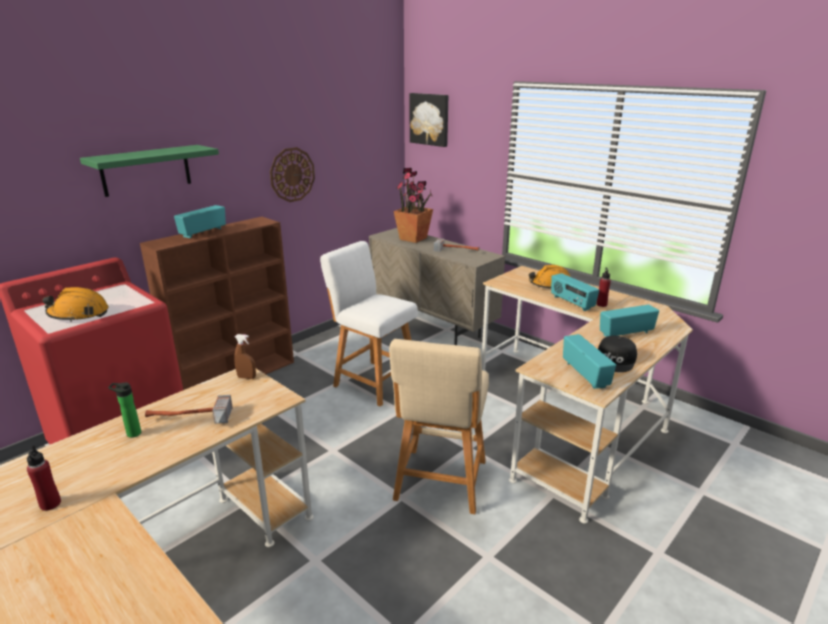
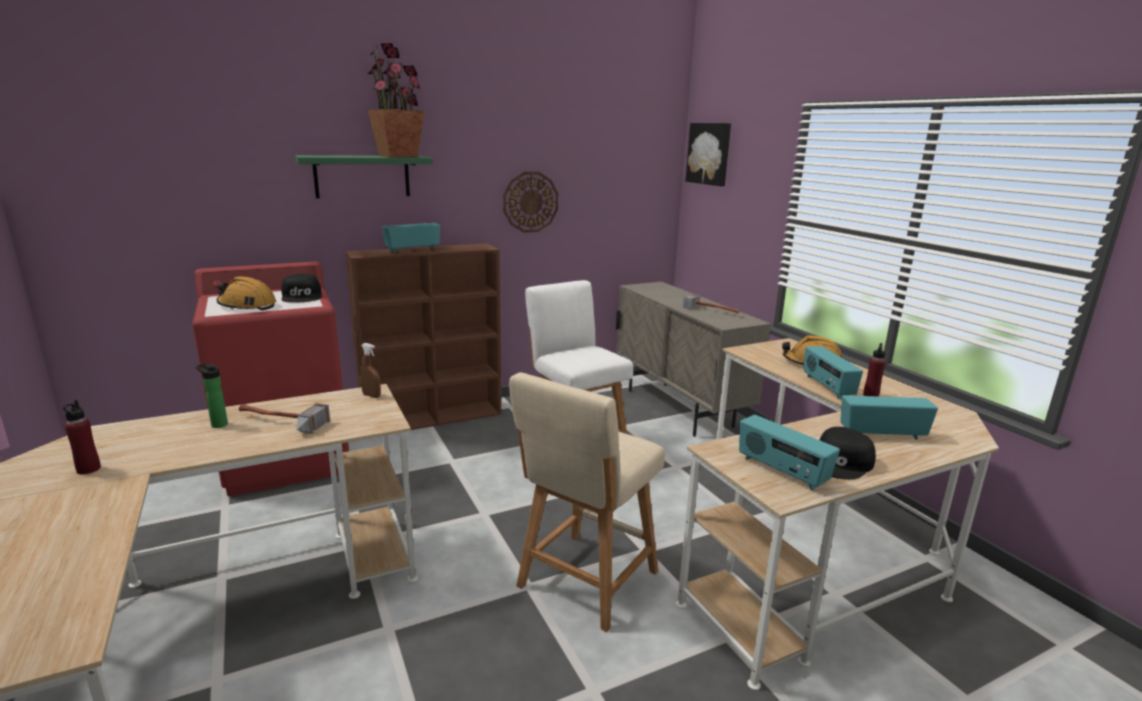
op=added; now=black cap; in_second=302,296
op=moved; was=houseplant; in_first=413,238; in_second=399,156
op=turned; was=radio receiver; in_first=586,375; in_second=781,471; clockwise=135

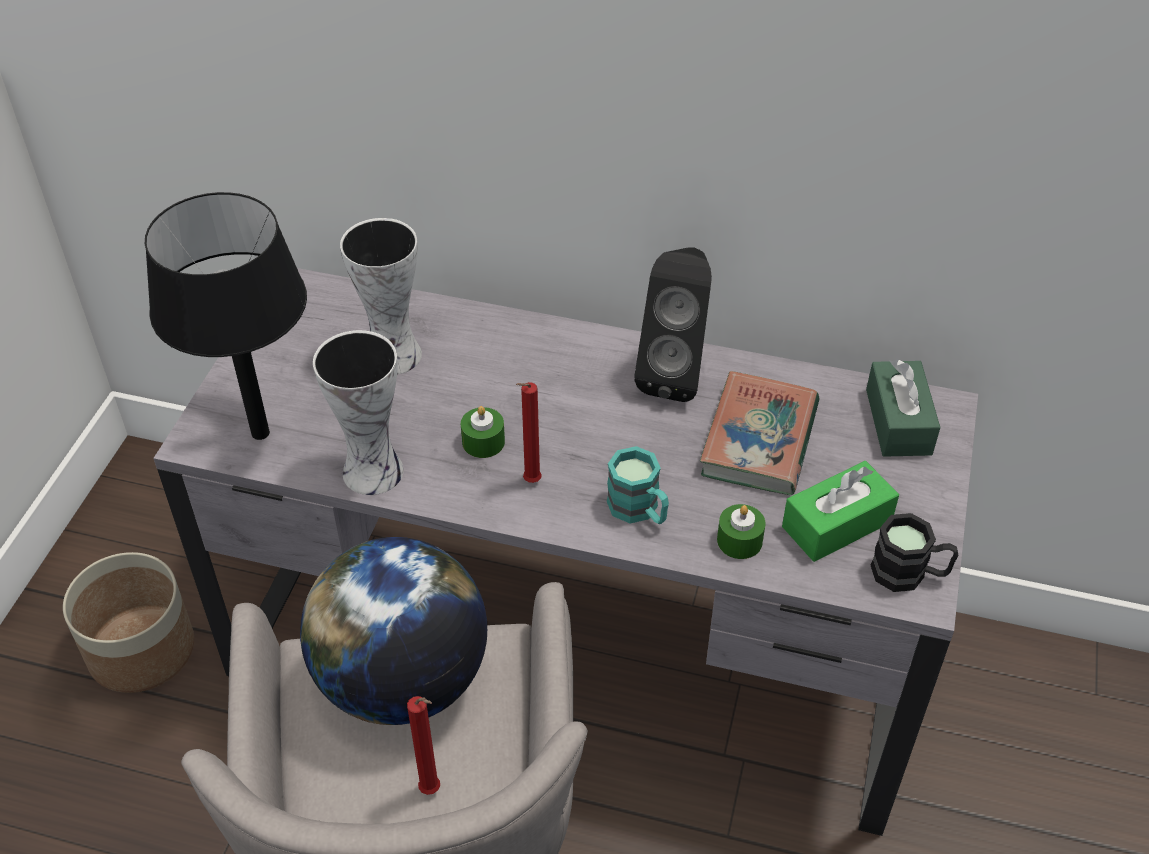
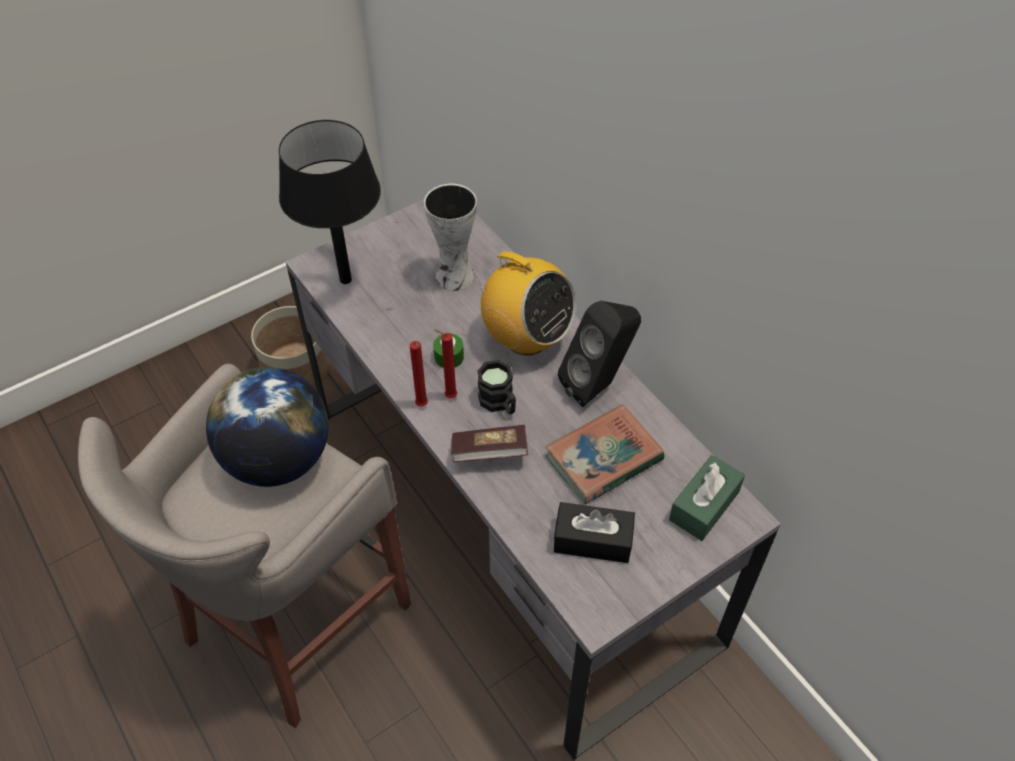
op=removed; was=flower vase; in_first=372,469
op=removed; was=green-coloured wax candle; in_first=739,540
op=added; now=radio receiver; in_second=526,338
op=moved; was=red-coloured wax candle; in_first=432,791; in_second=422,406
op=moved; was=black coffee mug; in_first=909,573; in_second=499,403
op=replaced; was=turquoise-coloured coffee mug; now=book; in_first=639,510; in_second=489,453
op=recoloured; was=green-coloured tissue holder; now=black tissue holder; in_first=836,524; in_second=593,540

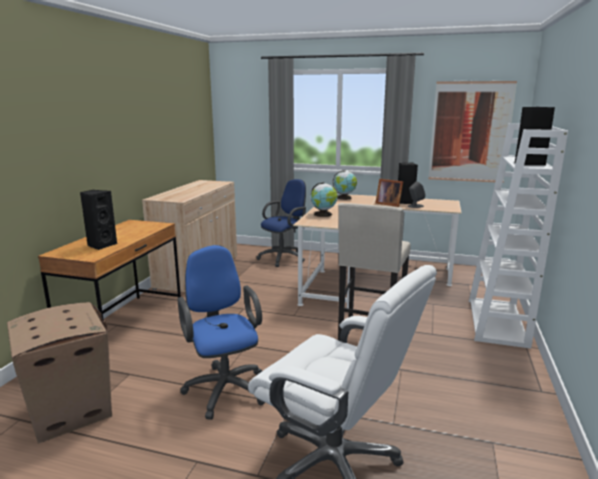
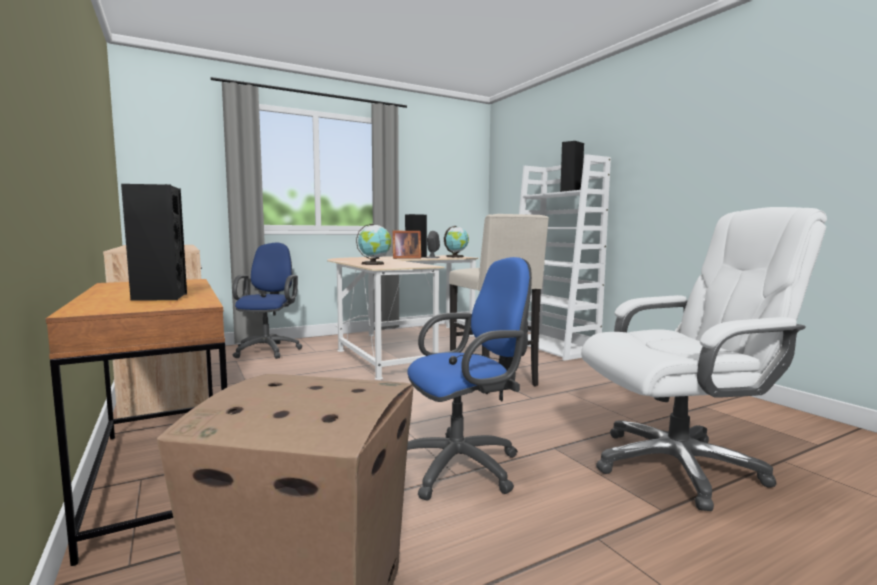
op=removed; was=wall art; in_first=470,132
op=moved; was=world globe; in_first=344,198; in_second=455,256
op=turned; was=blue-coloured desk chair; in_first=224,387; in_second=465,466; clockwise=135

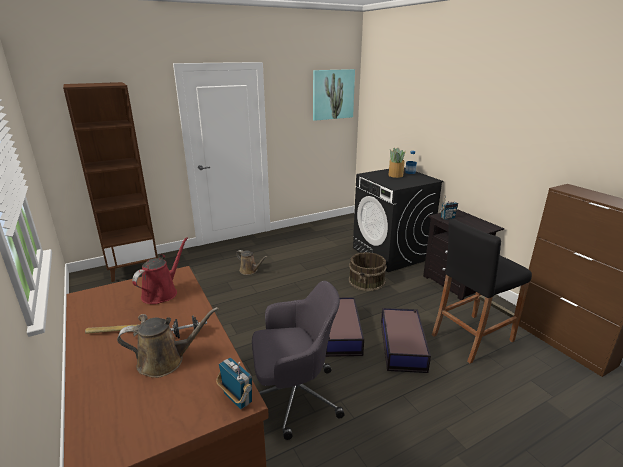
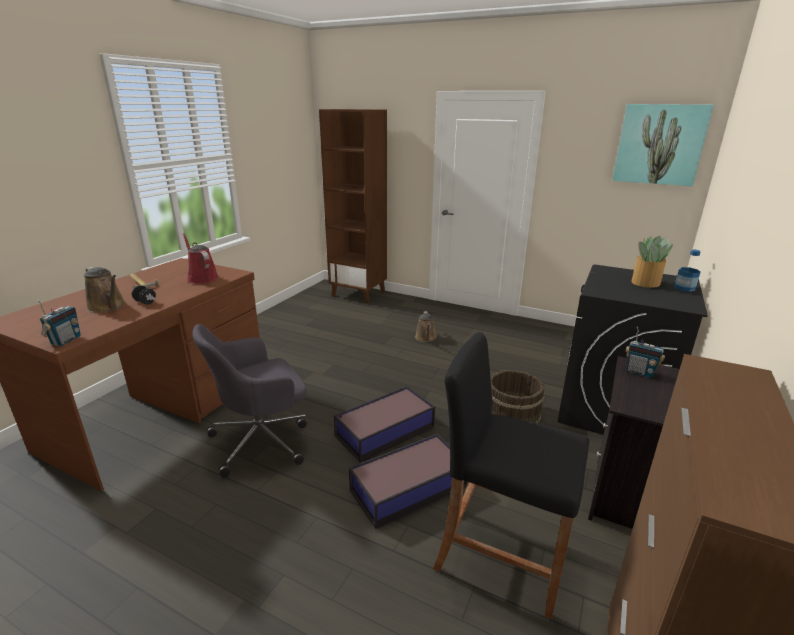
op=turned; was=red-coloured watering can; in_first=162,292; in_second=201,278; clockwise=-120
op=turned; was=greyish desk chair; in_first=294,396; in_second=262,440; clockwise=105

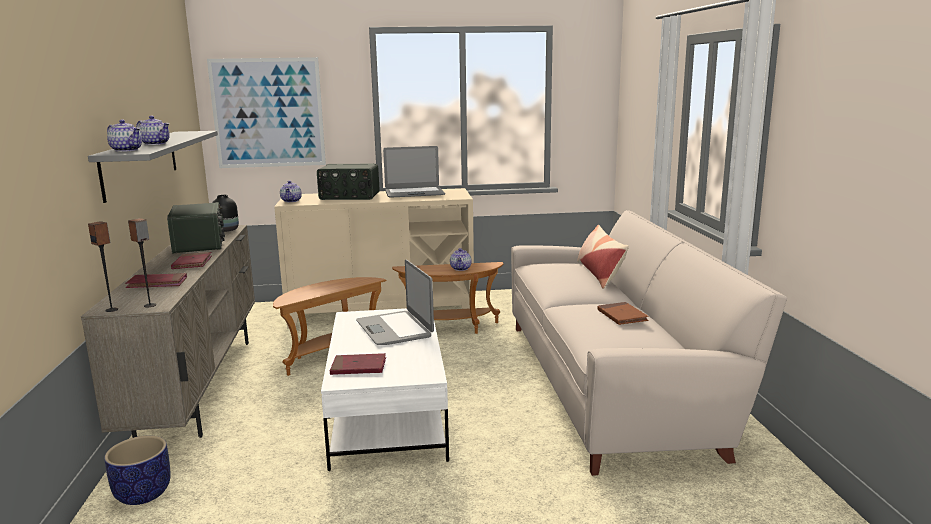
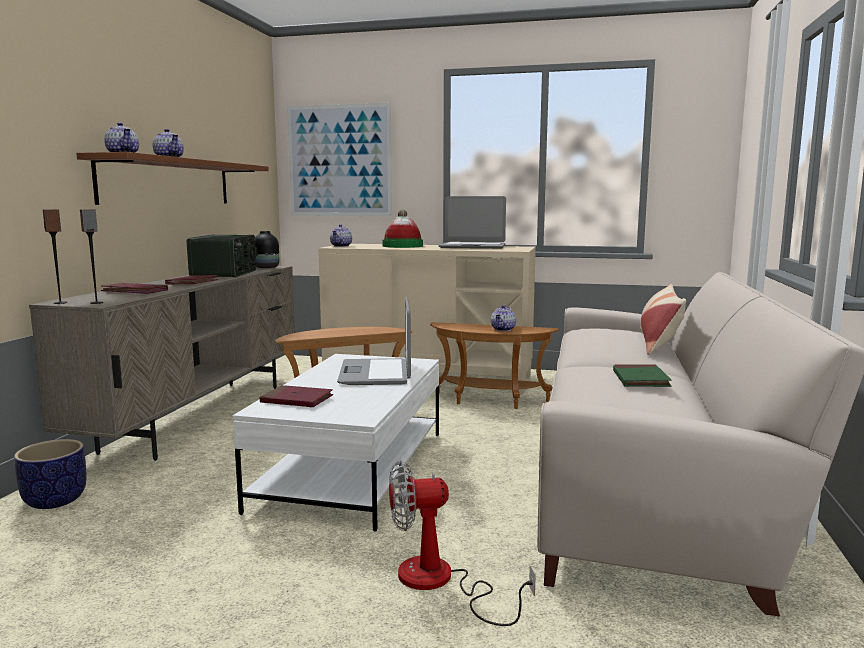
op=added; now=cooling fan; in_second=440,582
op=replaced; was=radio receiver; now=hat; in_first=349,196; in_second=402,246
op=recoloured; was=greyish wall shelf; now=brownish wall shelf; in_first=141,163; in_second=168,182
op=recoloured; was=brownish book; now=green-coloured book; in_first=622,316; in_second=640,380

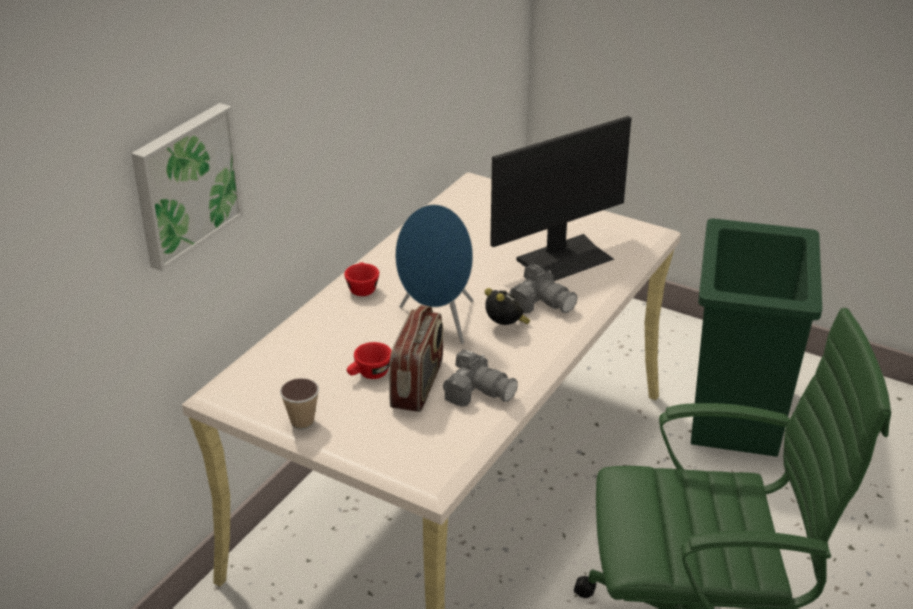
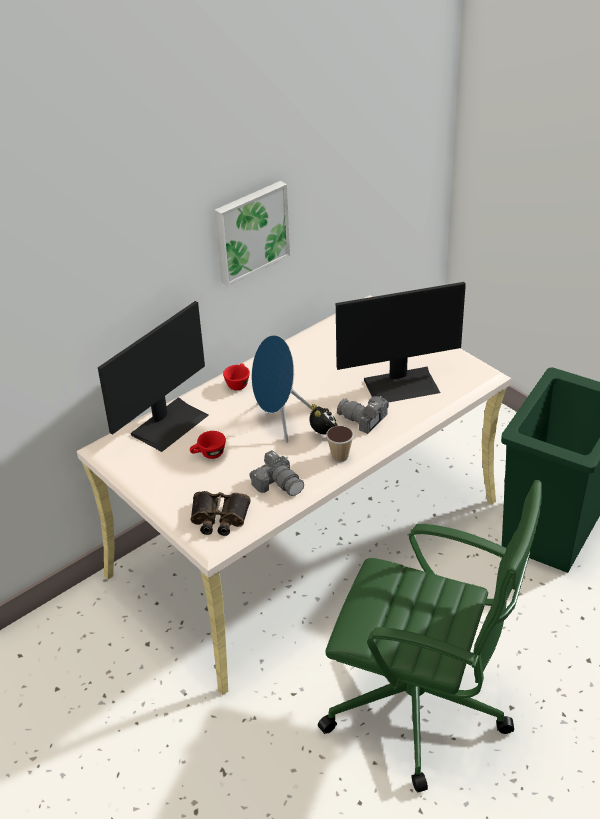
op=removed; was=radio receiver; in_first=418,385
op=added; now=computer display; in_second=169,423
op=added; now=binoculars; in_second=219,518
op=moved; was=wall art; in_first=185,184; in_second=250,231
op=moved; was=drinking cup; in_first=302,422; in_second=340,456
op=turned; was=still camera; in_first=542,303; in_second=364,420; clockwise=150

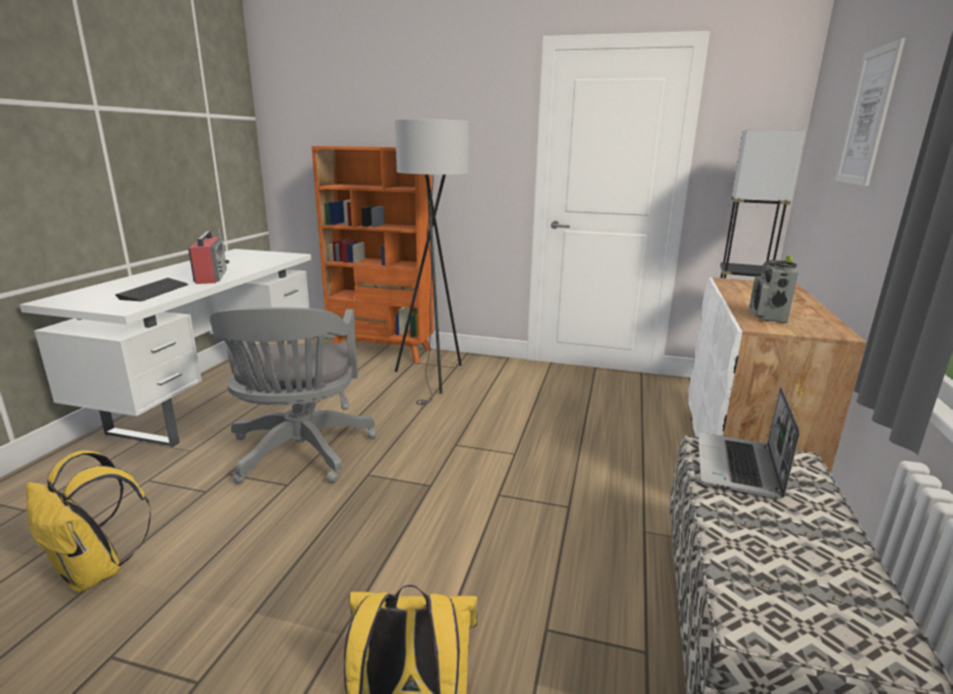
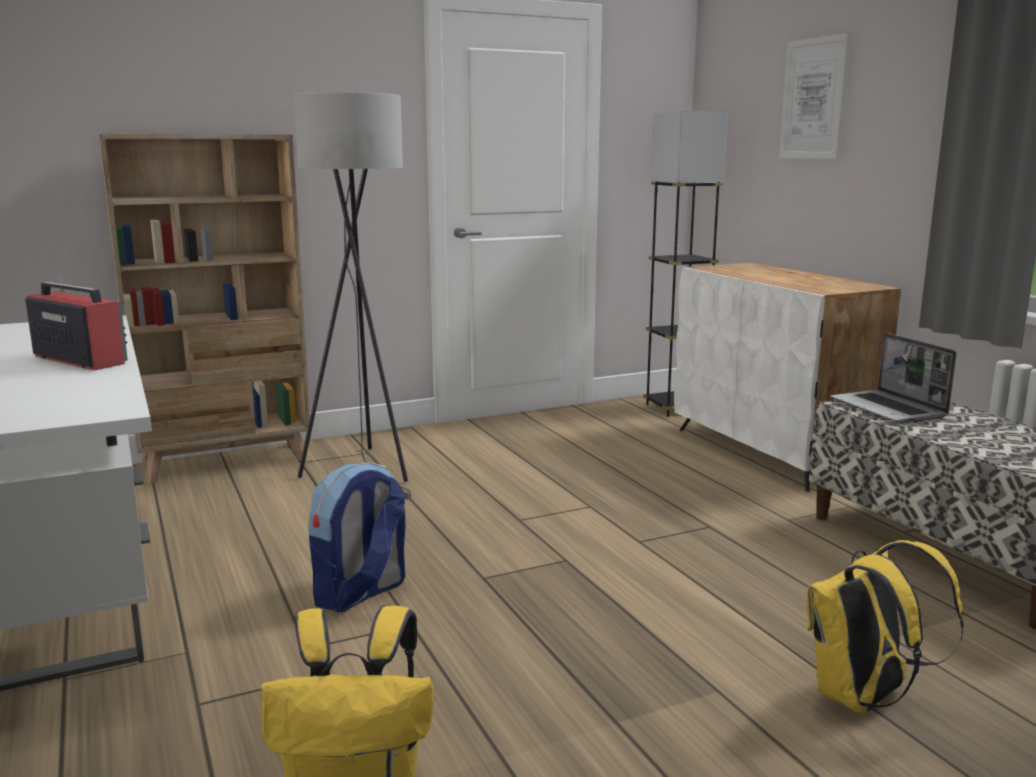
op=removed; was=keyboard; in_first=154,291
op=removed; was=radio receiver; in_first=767,316
op=replaced; was=greyish desk chair; now=backpack; in_first=300,454; in_second=360,593
op=recoloured; was=orange-coloured bookcase; now=sand-coloured bookcase; in_first=381,351; in_second=227,463

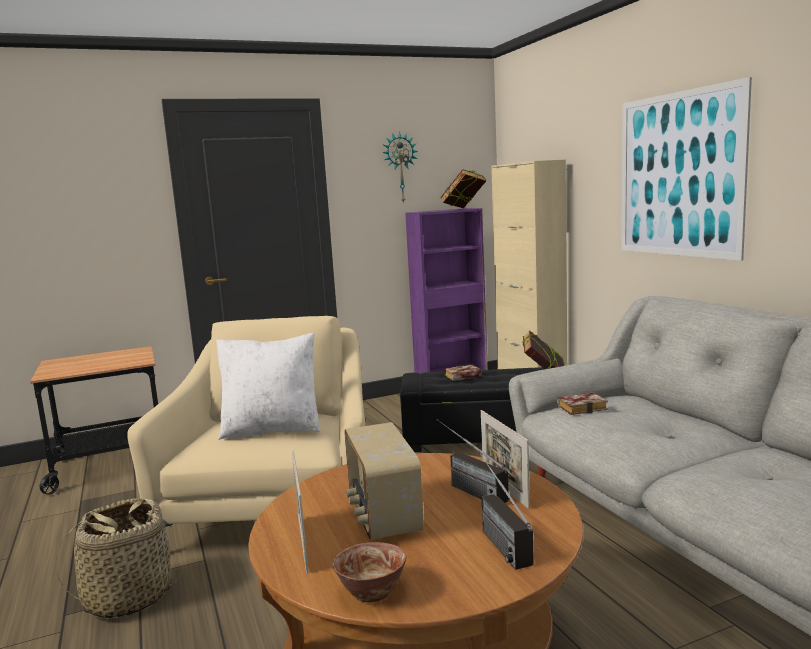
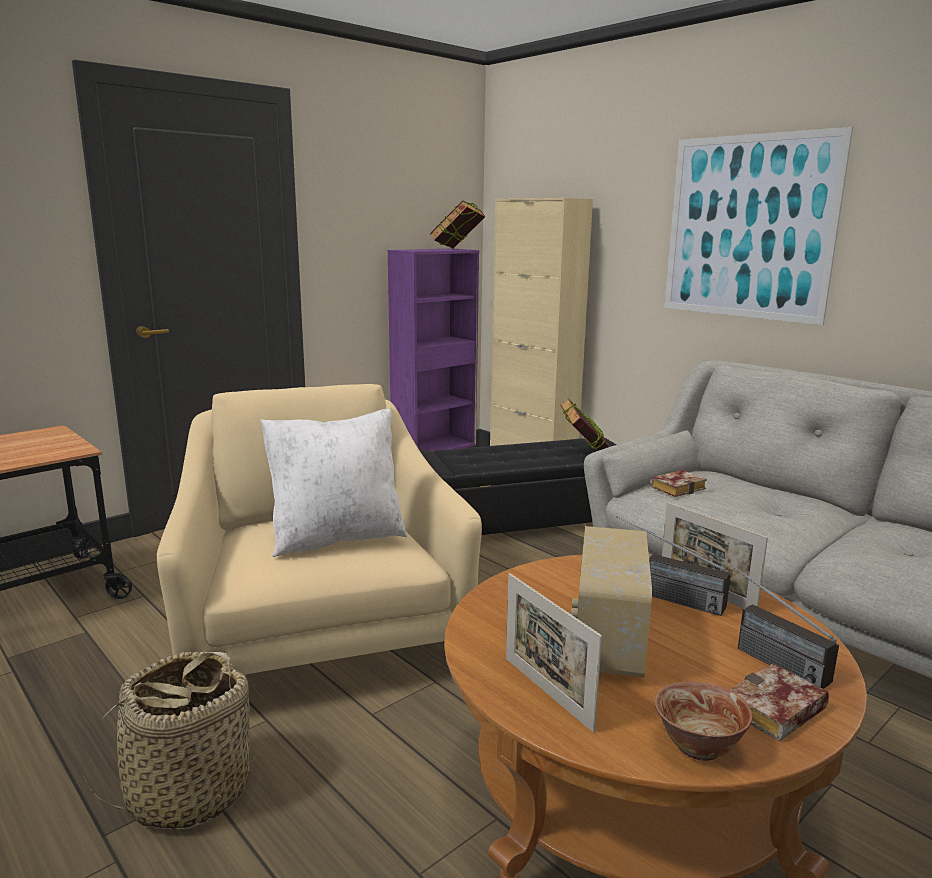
op=removed; was=hanging clock; in_first=400,168
op=moved; was=book; in_first=462,377; in_second=775,712
op=turned; was=radio receiver; in_first=382,516; in_second=606,643; clockwise=45

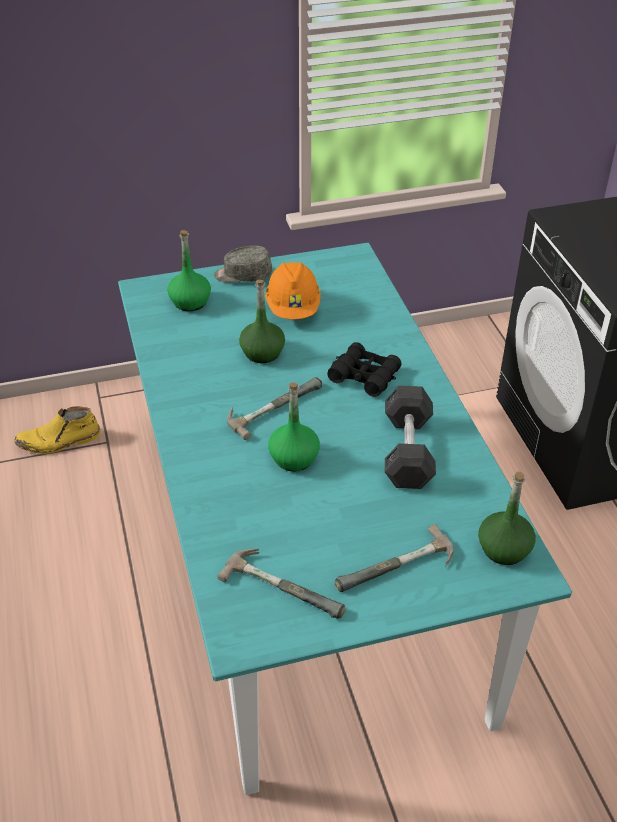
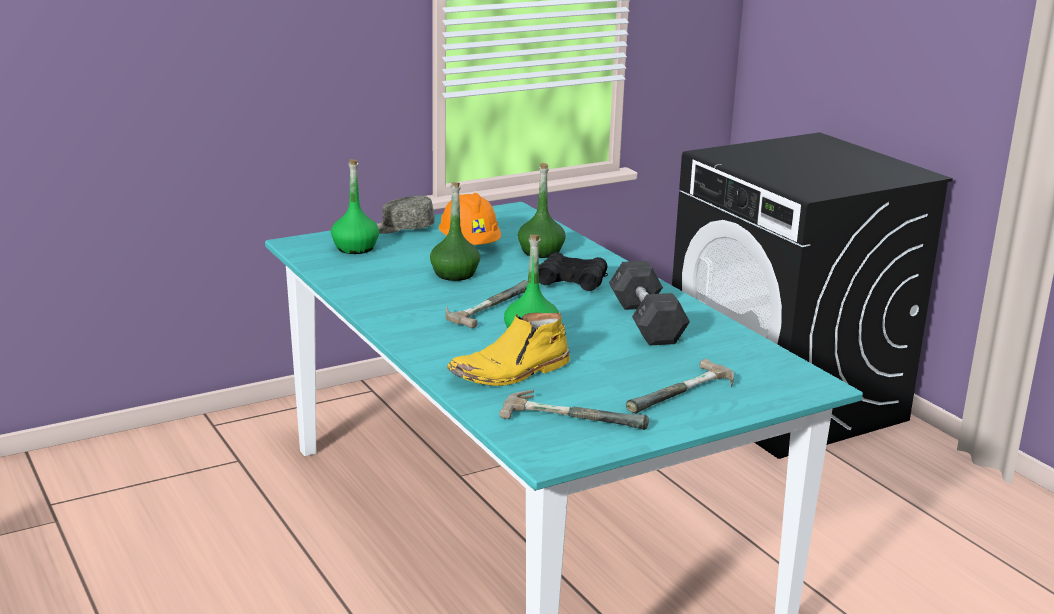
op=moved; was=yellow boot; in_first=59,441; in_second=510,372
op=moved; was=green-coloured drink bottle; in_first=504,549; in_second=541,252

